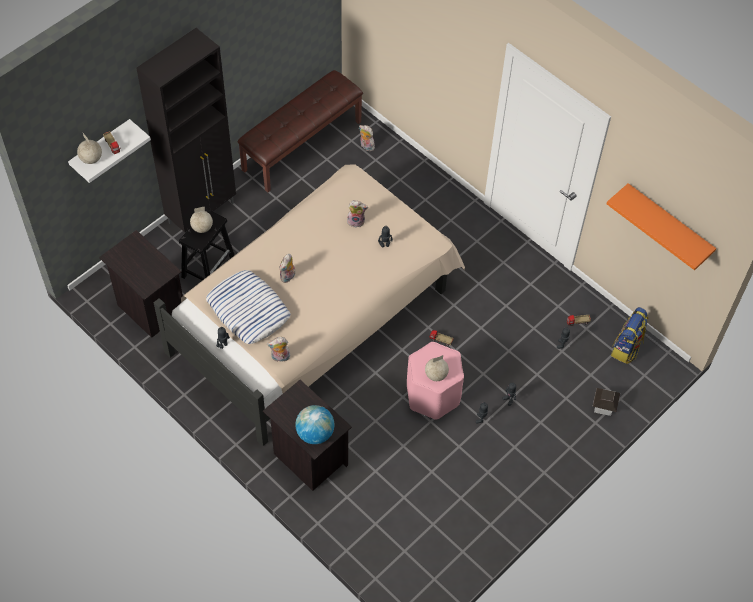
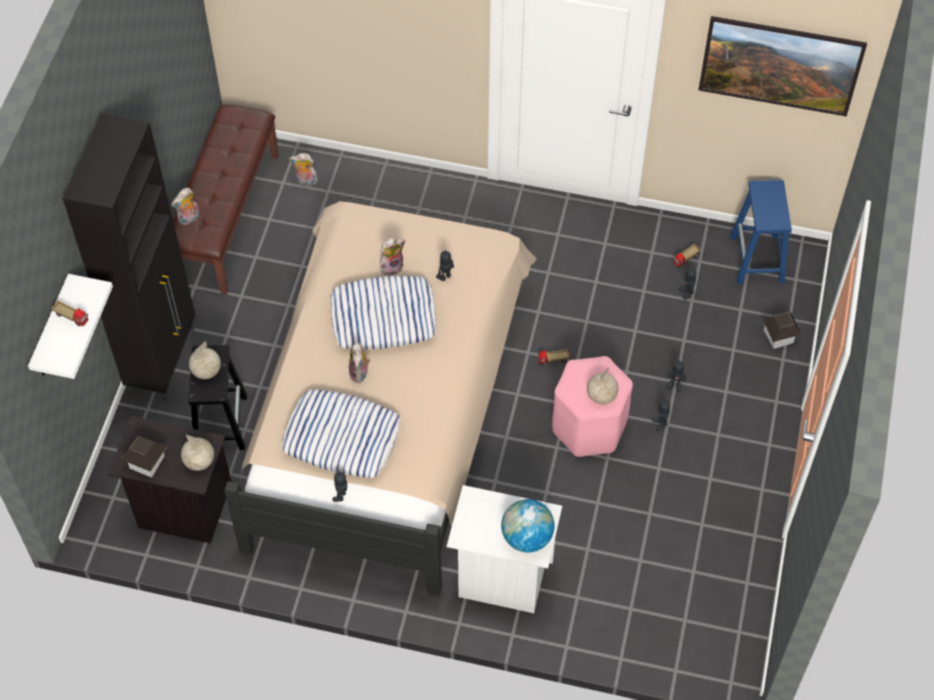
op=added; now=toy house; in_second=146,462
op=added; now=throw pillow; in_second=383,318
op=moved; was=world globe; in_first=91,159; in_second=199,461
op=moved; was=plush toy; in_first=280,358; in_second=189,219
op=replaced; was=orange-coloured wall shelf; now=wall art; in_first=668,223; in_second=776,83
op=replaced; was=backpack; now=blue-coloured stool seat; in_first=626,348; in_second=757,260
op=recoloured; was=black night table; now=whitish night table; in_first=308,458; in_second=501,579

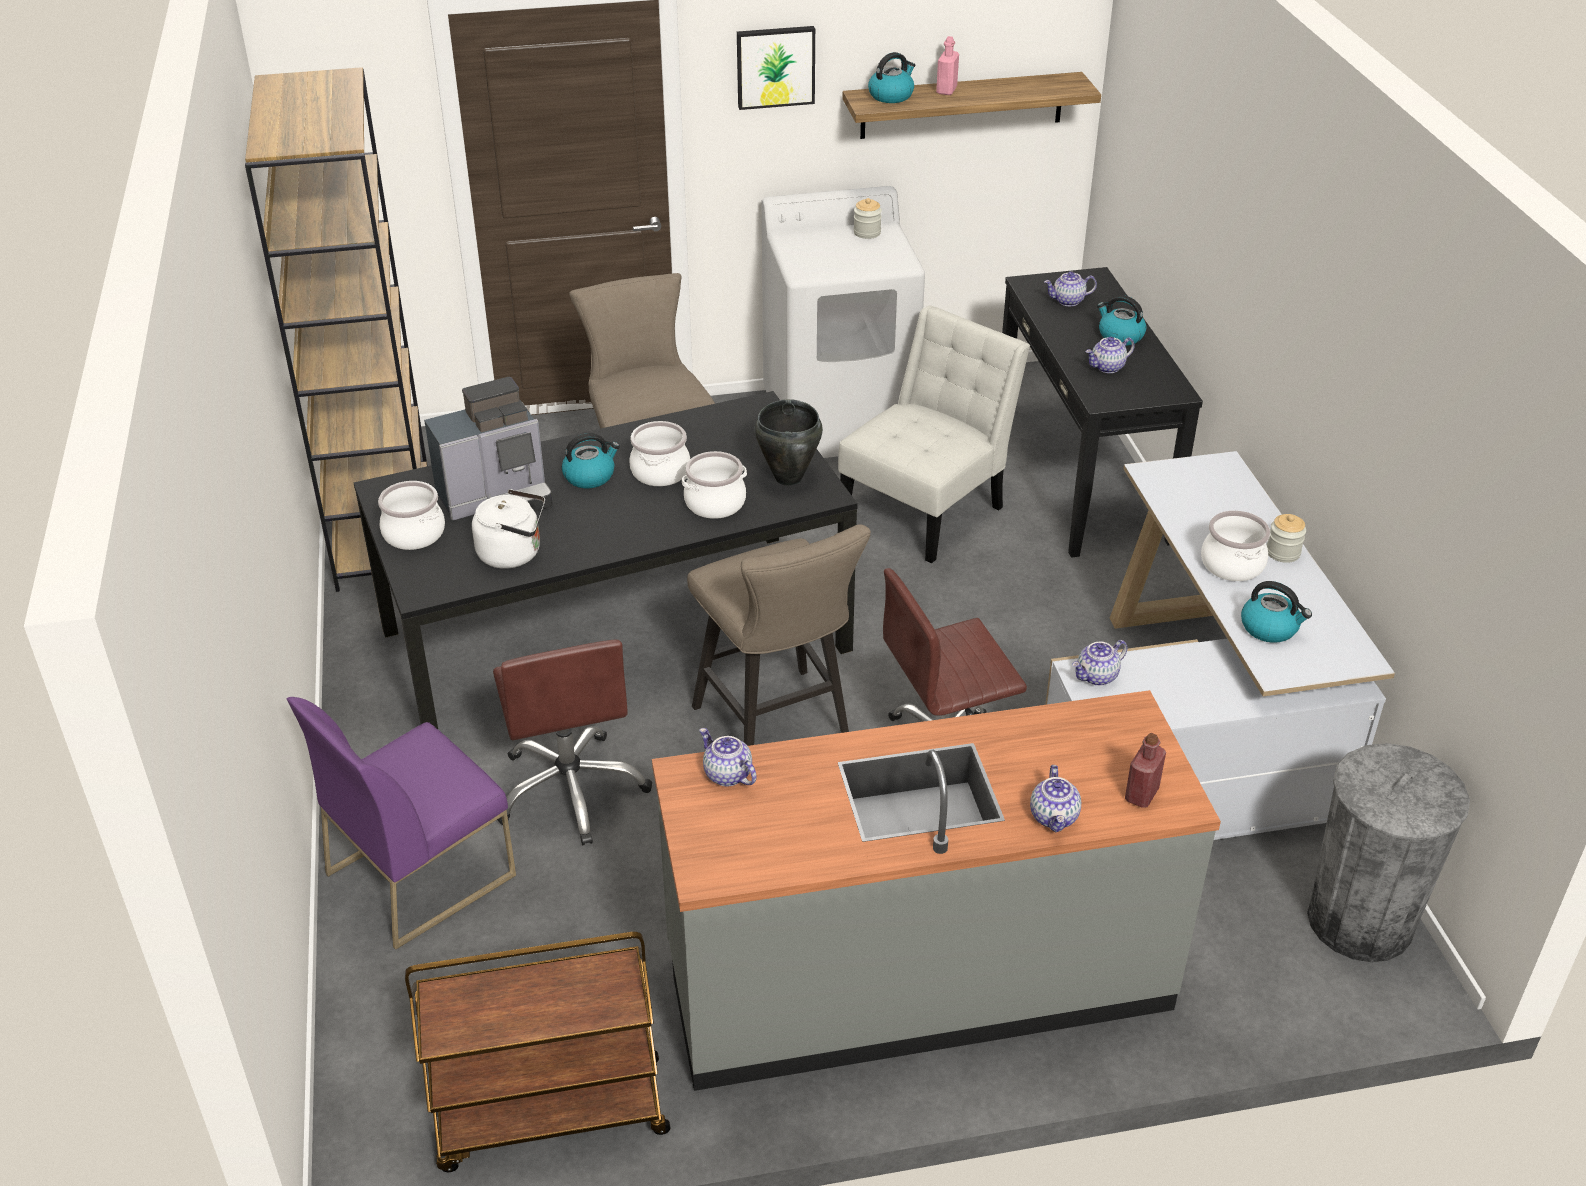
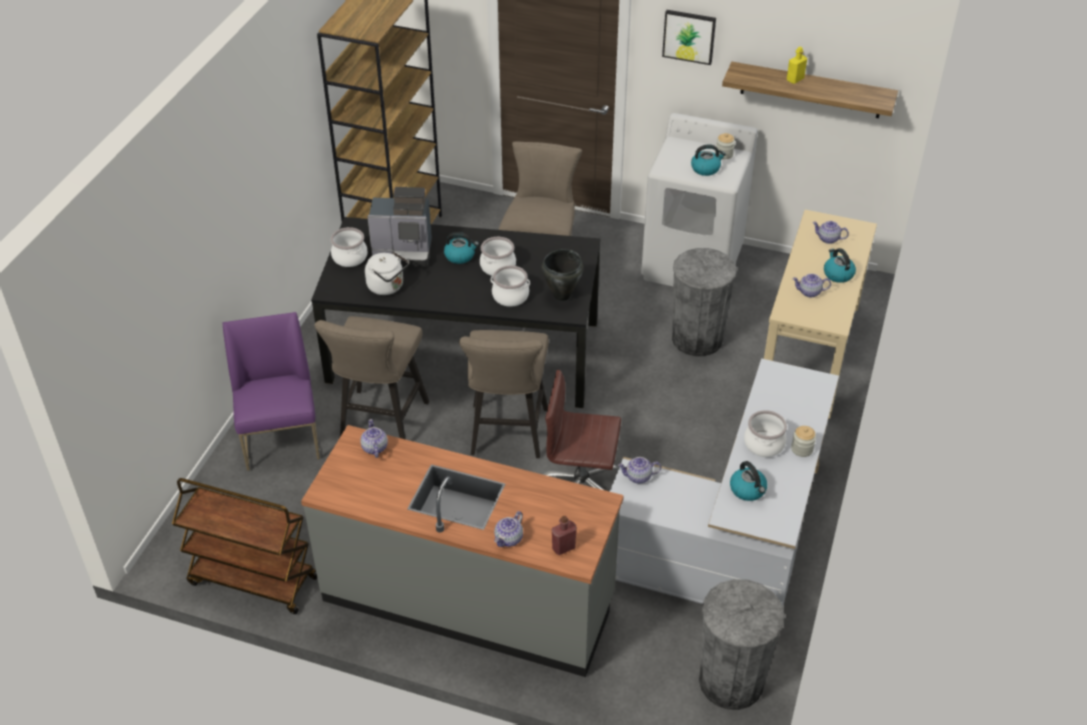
op=moved; was=kettle; in_first=891,95; in_second=706,168
op=replaced; was=brownish desk chair; now=sand-coloured stool seat; in_first=571,789; in_second=381,424
op=replaced; was=whitish plain chair; now=greyish trash can; in_first=927,509; in_second=697,339
op=recoloured; was=pinkish drink bottle; now=yellow drink bottle; in_first=946,90; in_second=795,79
op=recoloured; was=black console table; now=sand-coloured console table; in_first=1082,476; in_second=810,353
op=turned; was=purple-coloured plain chair; in_first=421,873; in_second=281,437; clockwise=90

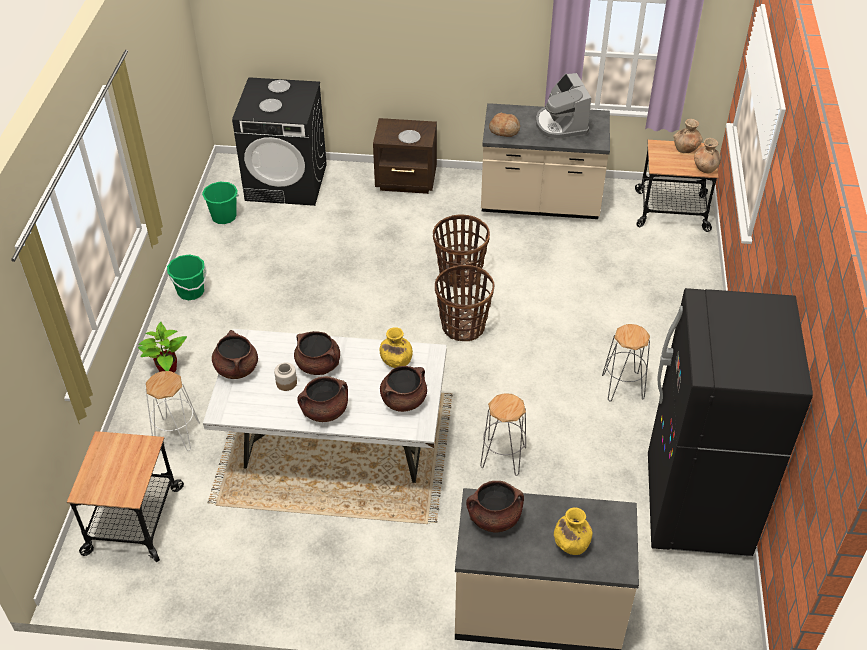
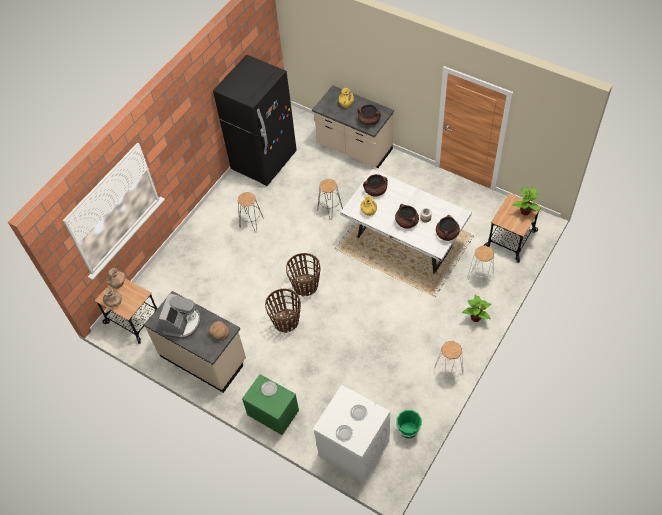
op=removed; was=brownish cooking pot; in_first=325,411
op=added; now=houseplant; in_second=525,212
op=replaced; was=green-coloured pail; now=whitish stool seat; in_first=191,291; in_second=448,370
op=recoloured; was=black laundry appliance; now=whitish laundry appliance; in_first=287,182; in_second=353,448
op=recoloured; was=brownish night table; now=green-coloured night table; in_first=407,181; in_second=273,413

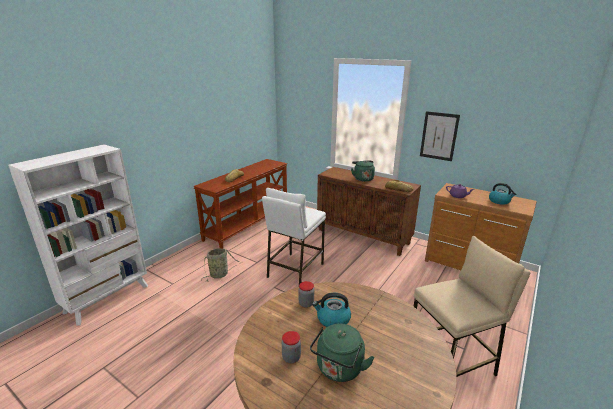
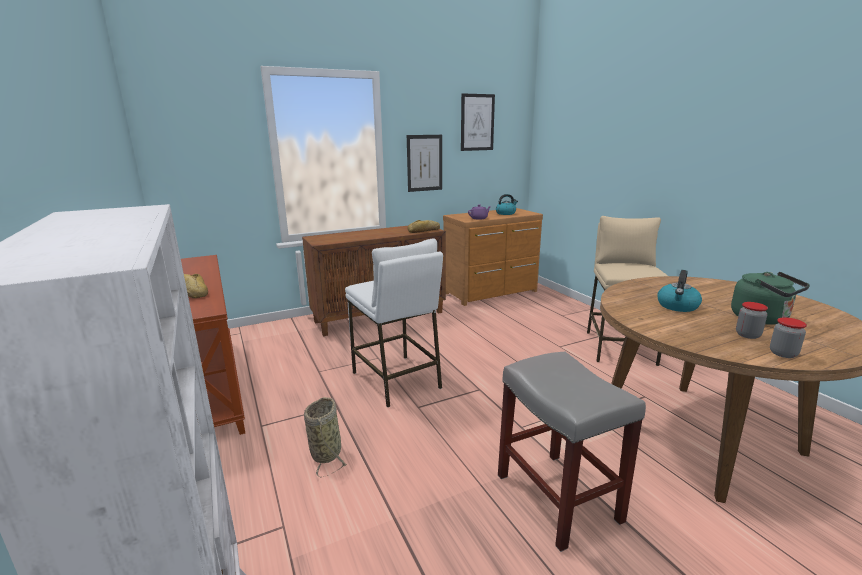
op=removed; was=green-coloured kettle; in_first=362,178
op=added; now=wall art; in_second=477,122
op=added; now=greyish stool seat; in_second=556,497
op=moved; was=storage jar; in_first=306,303; in_second=783,354

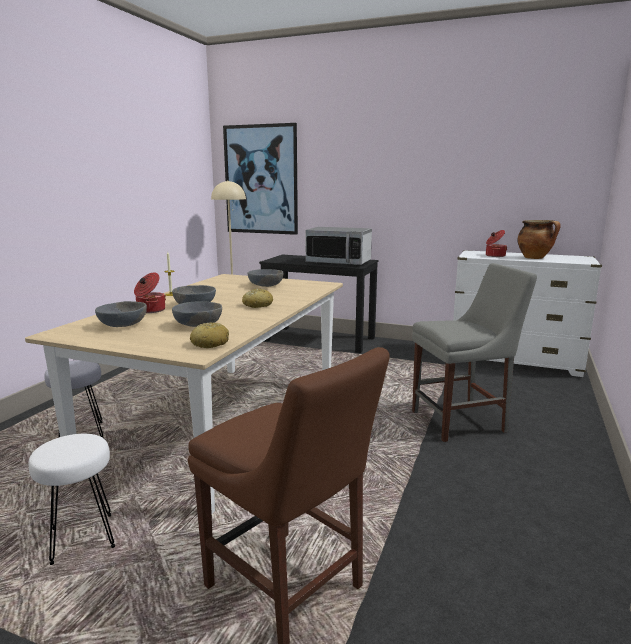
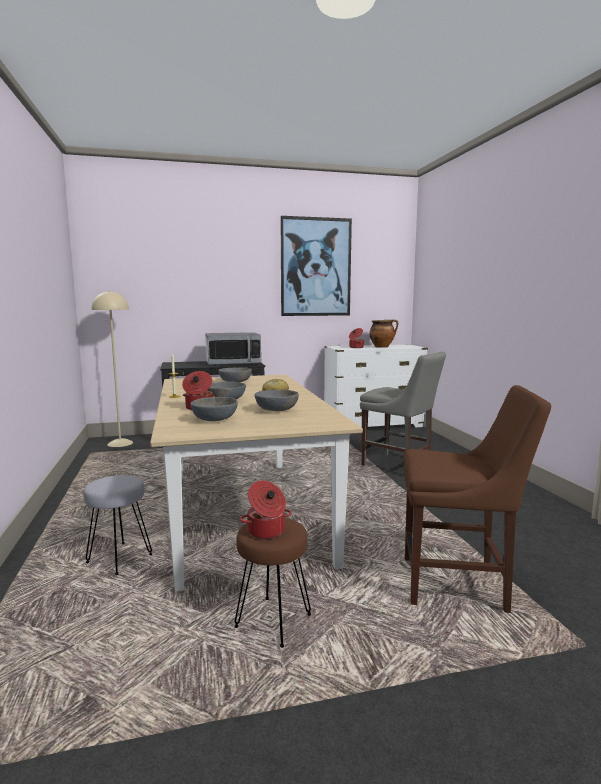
op=removed; was=bread; in_first=210,343
op=added; now=cooking pot; in_second=266,532
op=moved; was=wall art; in_first=261,180; in_second=315,267
op=recoloured; was=whitish stool seat; now=brownish stool seat; in_first=81,539; in_second=272,622
op=turned; was=greyish plain chair; in_first=463,421; in_second=399,466; clockwise=90

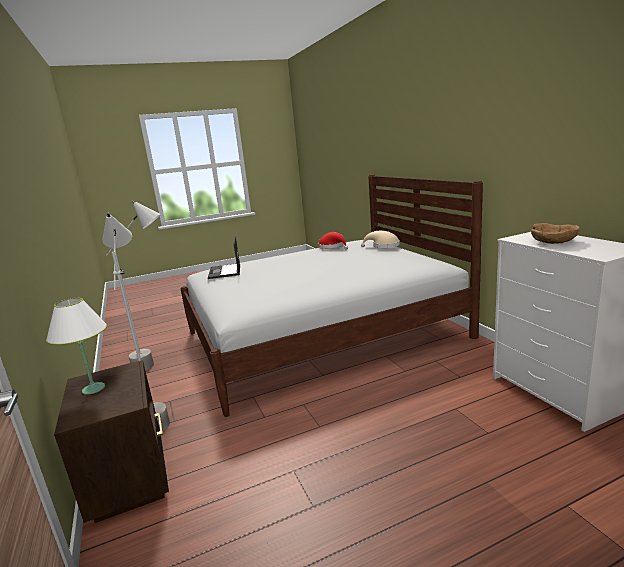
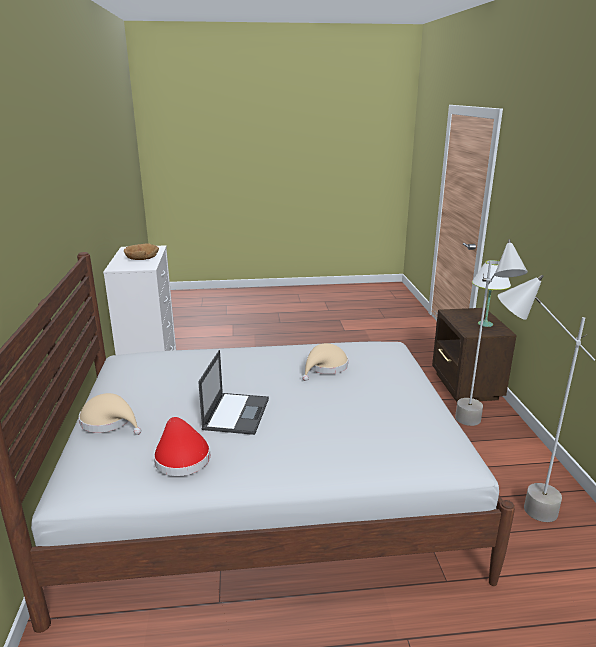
op=added; now=sand-coloured hat; in_second=325,367
op=moved; was=portable computer; in_first=225,271; in_second=236,413

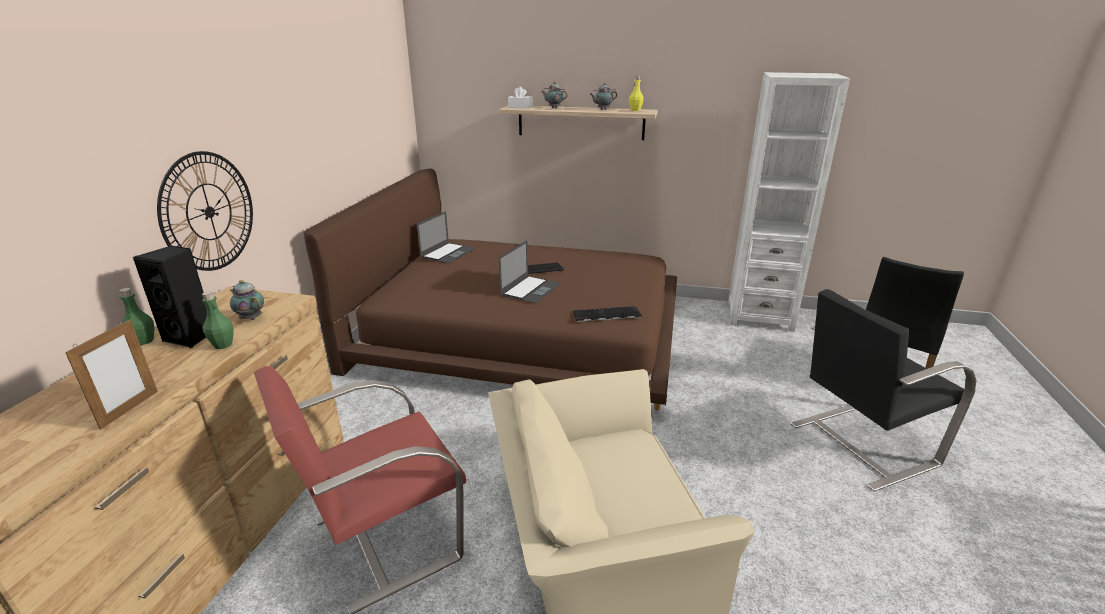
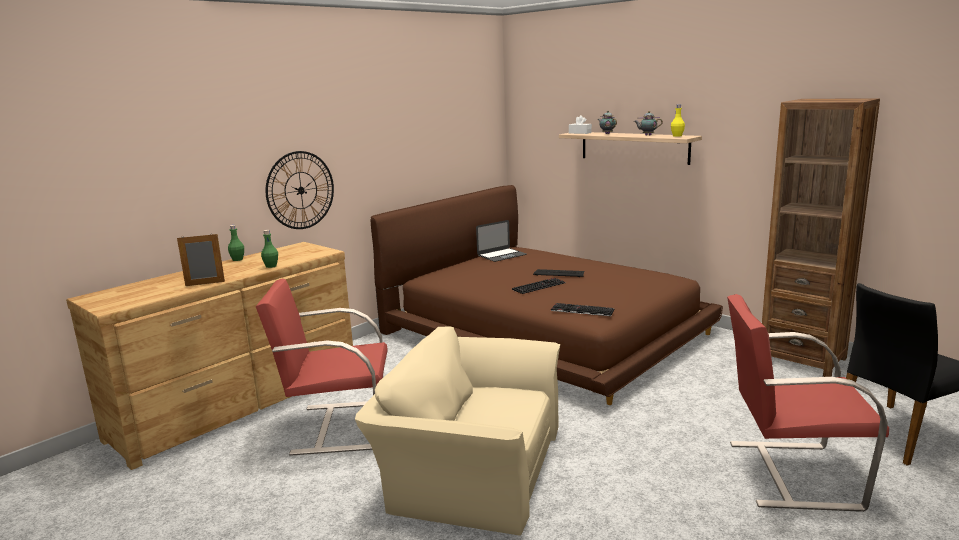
op=removed; was=black speaker; in_first=191,337
op=removed; was=tea pot; in_first=251,318
op=replaced; was=portable computer; now=keyboard; in_first=530,289; in_second=539,286
op=recoloured; was=whitish bookcase; now=brownish bookcase; in_first=759,316; in_second=802,359
op=recoloured; was=black lounge chair; now=red-coloured lounge chair; in_first=860,444; in_second=790,474
op=turned; was=picture frame; in_first=130,409; in_second=205,283; clockwise=-150

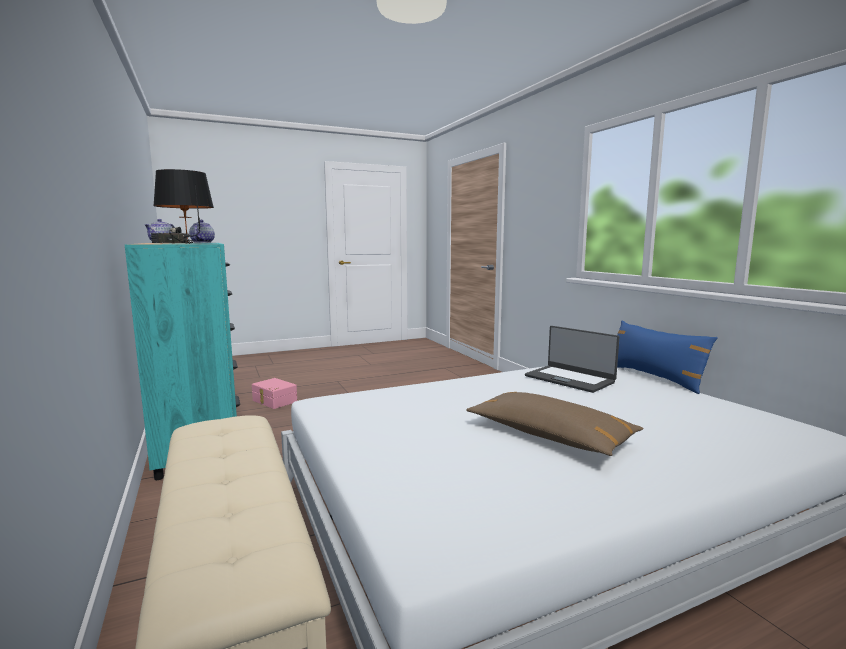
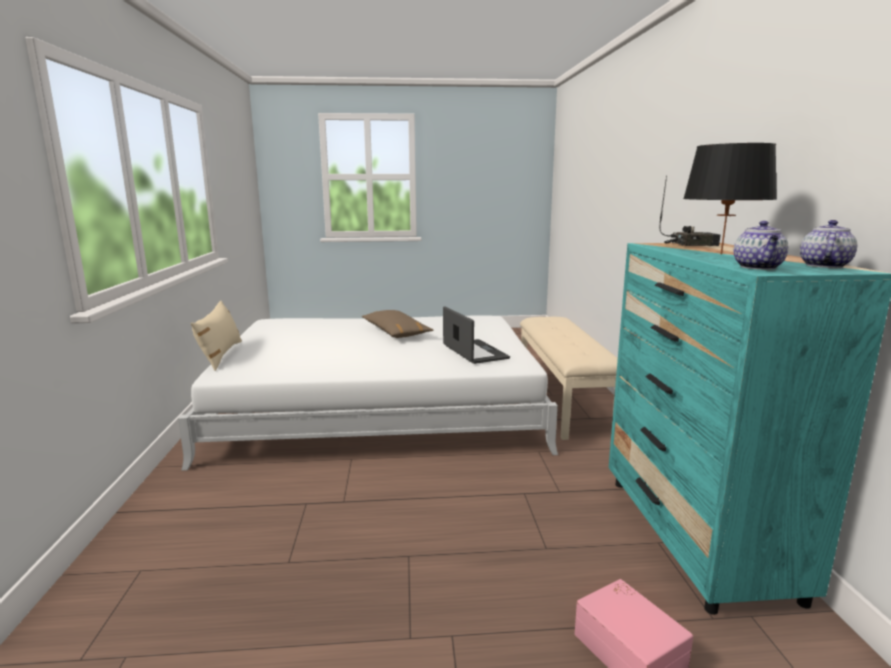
op=moved; was=portable computer; in_first=570,379; in_second=474,352
op=recoloured; was=blue-coloured throw pillow; now=sand-coloured throw pillow; in_first=654,377; in_second=220,355

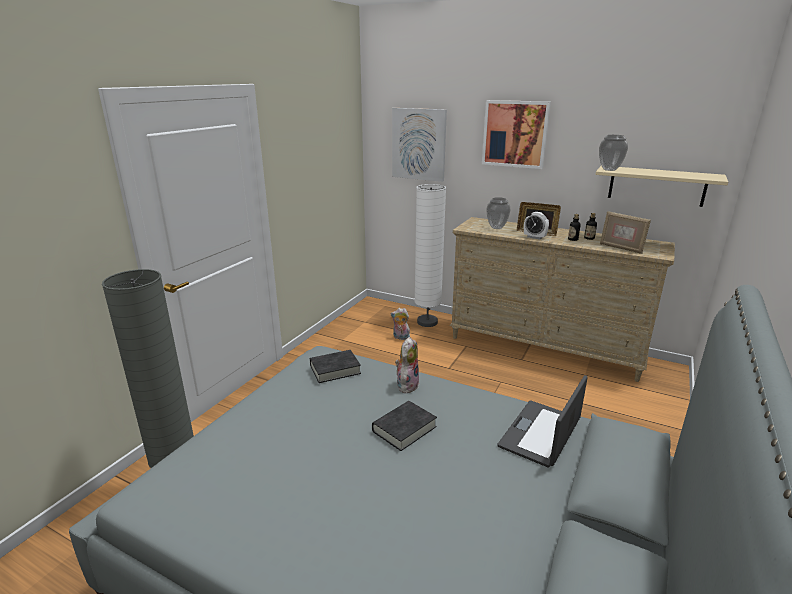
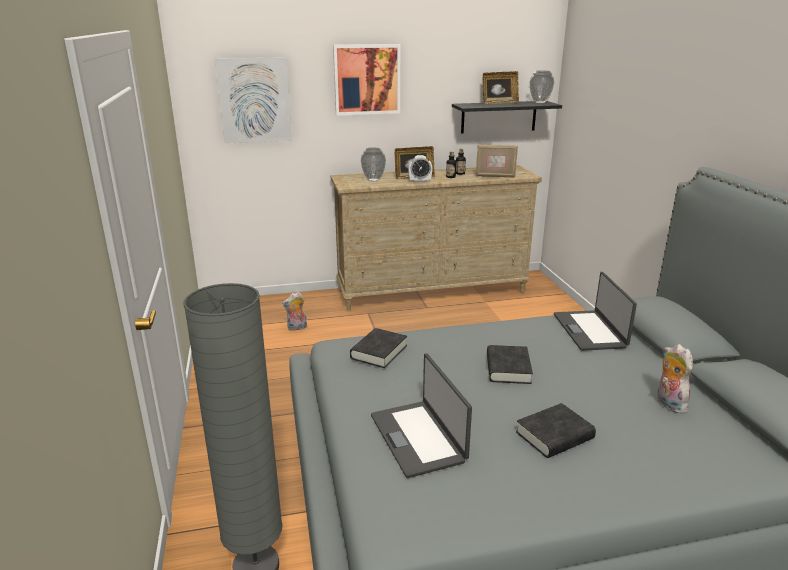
op=removed; was=whitish standing lamp; in_first=427,322
op=added; now=portable computer; in_second=418,437
op=added; now=picture frame; in_second=499,103
op=added; now=black book; in_second=554,436
op=moved; was=plush toy; in_first=407,384; in_second=668,403
op=moved; was=flower vase; in_first=610,170; in_second=540,102
op=recoloured; was=sand-coloured wall shelf; now=black wall shelf; in_first=656,186; in_second=498,117

